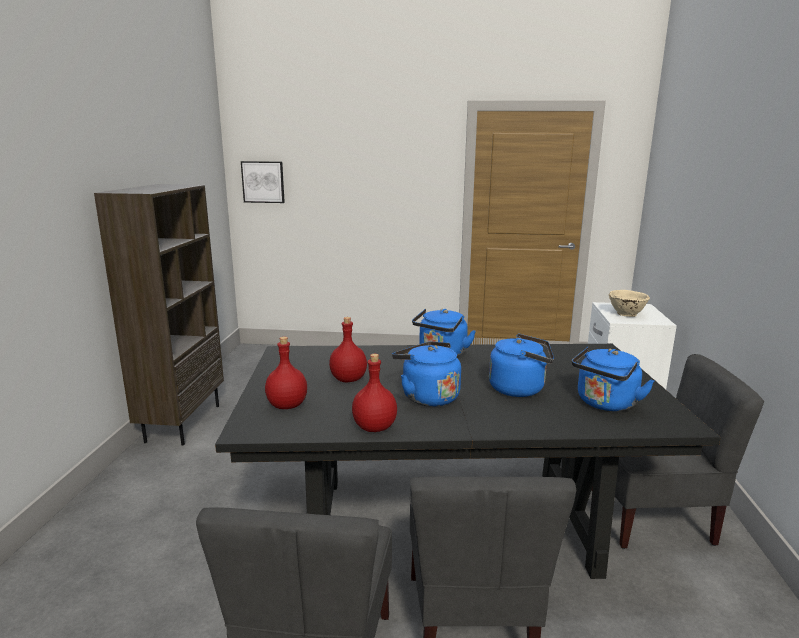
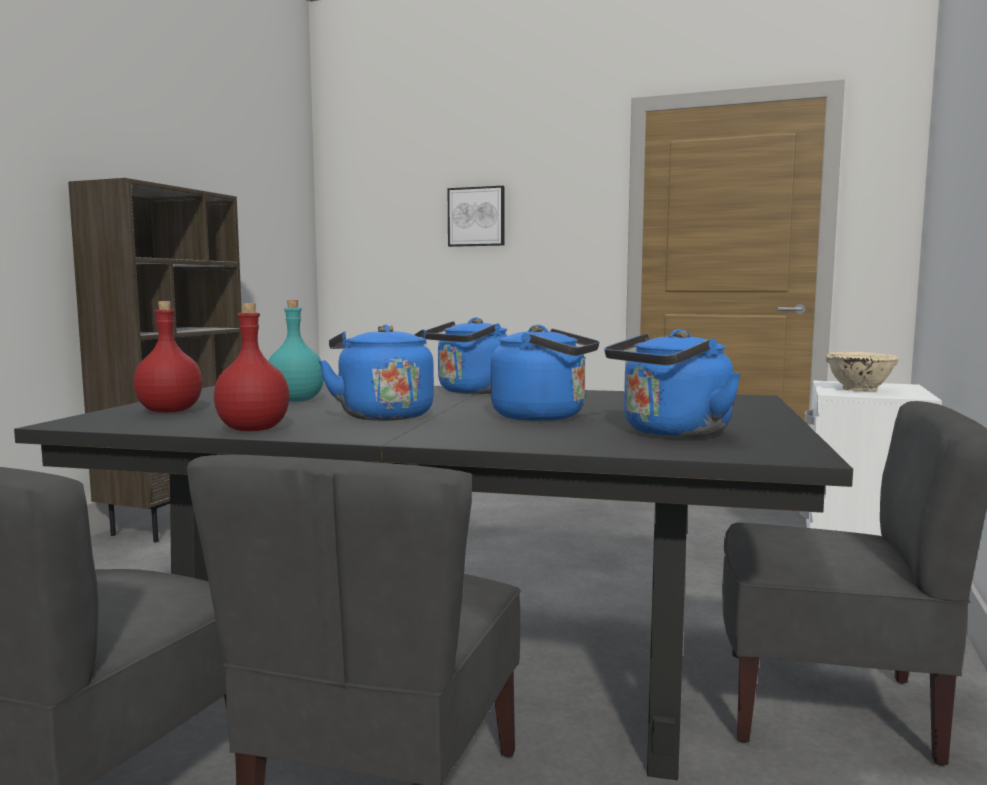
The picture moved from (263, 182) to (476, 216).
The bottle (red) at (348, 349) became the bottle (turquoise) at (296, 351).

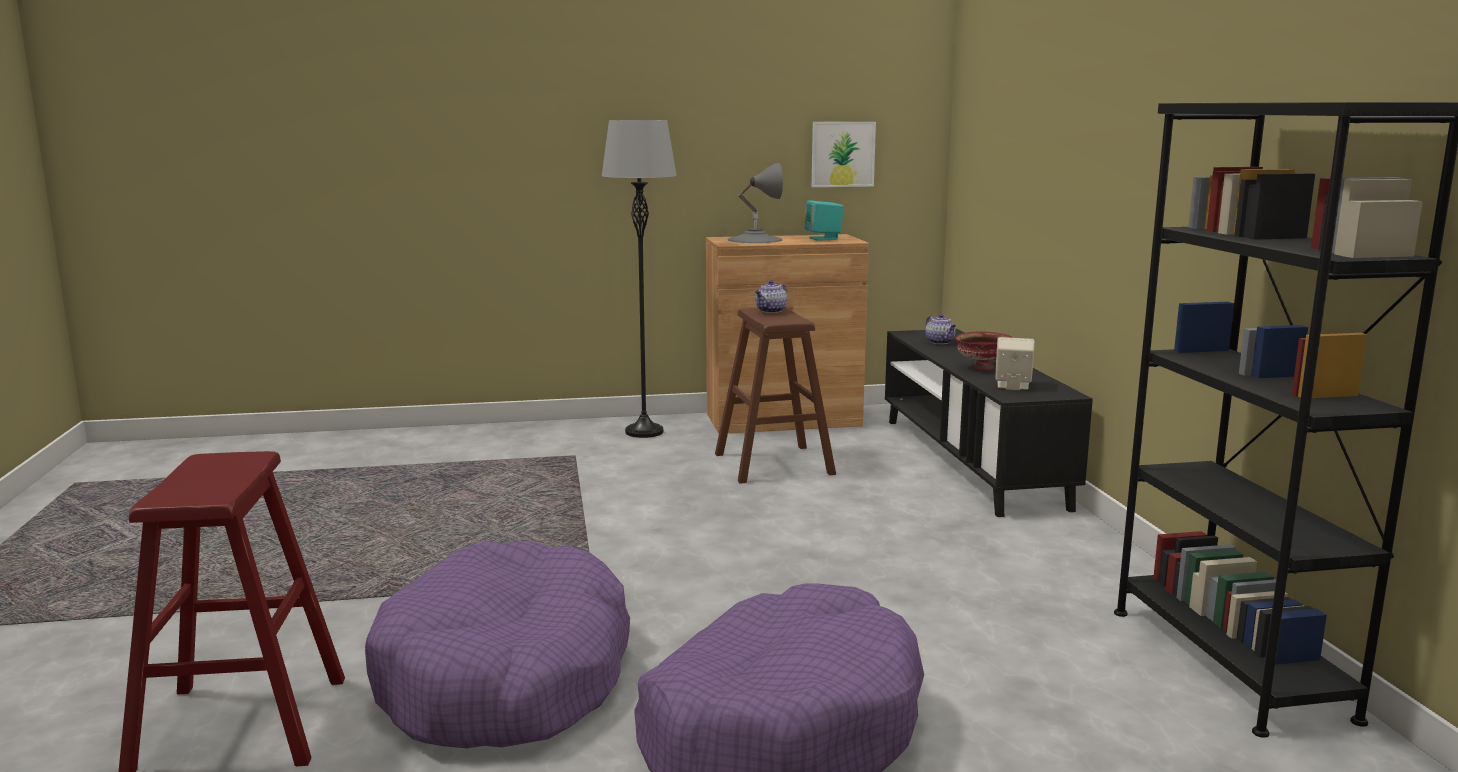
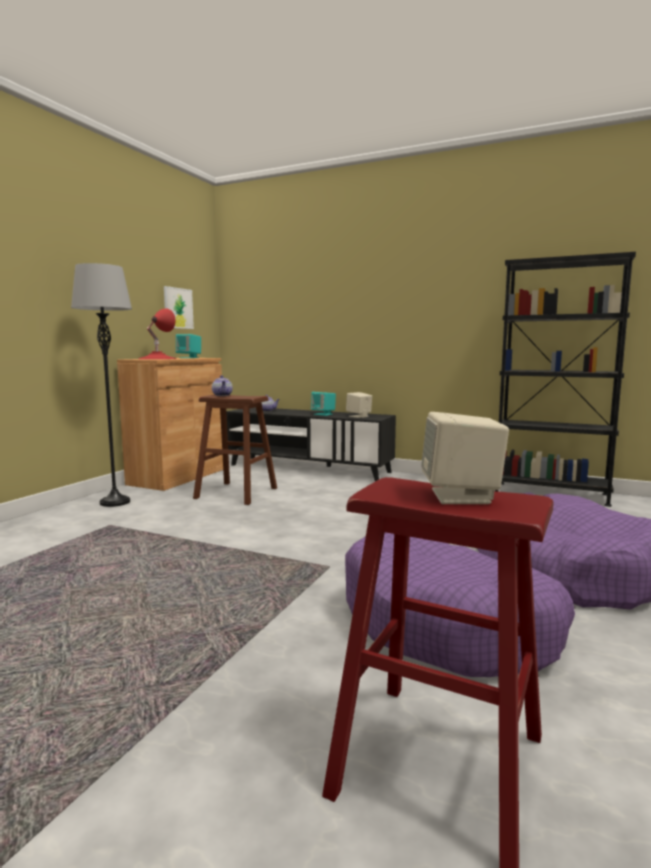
The table lamp (grey) at (755, 203) became the table lamp (red) at (157, 333).
The bowl (red) at (984, 350) was replaced by the speaker (turquoise) at (323, 404).
The speaker (beige) at (465, 458) appeared.

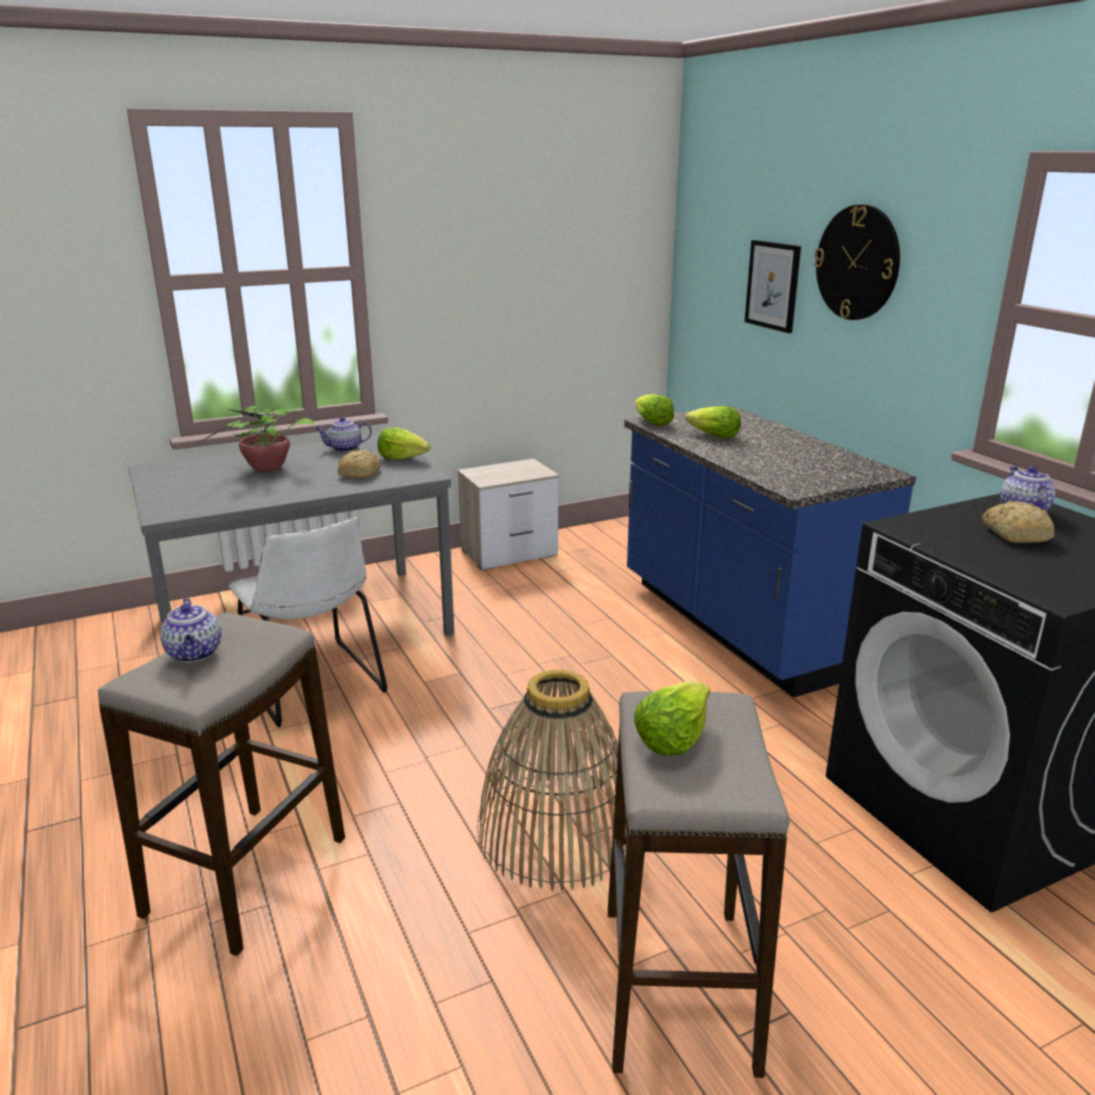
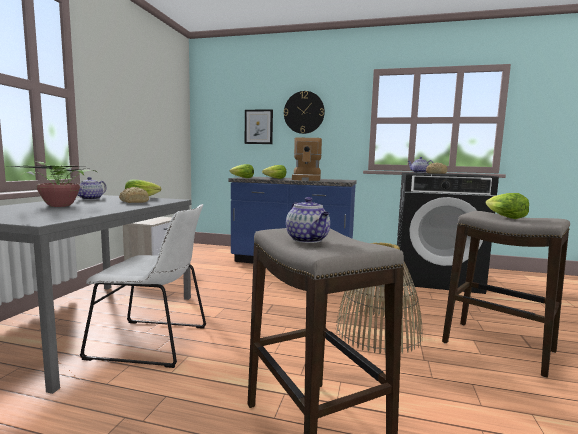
The teapot at (190, 630) turned 45 degrees clockwise.
The coffee machine at (307, 159) appeared.

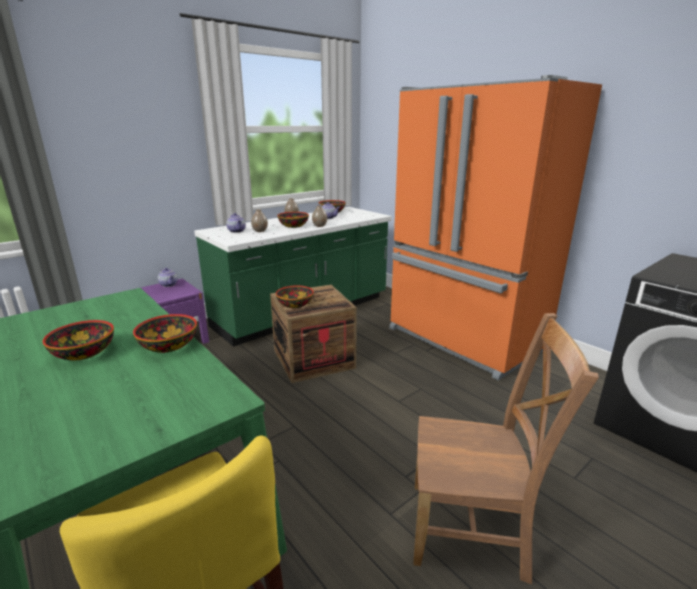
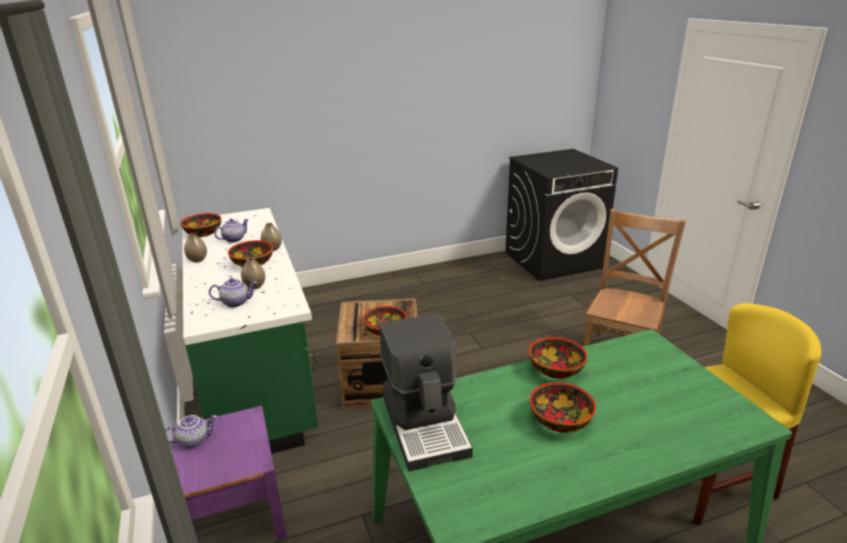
The fridge (orange) at (495, 227) disappeared.
The coffee machine at (426, 393) appeared.

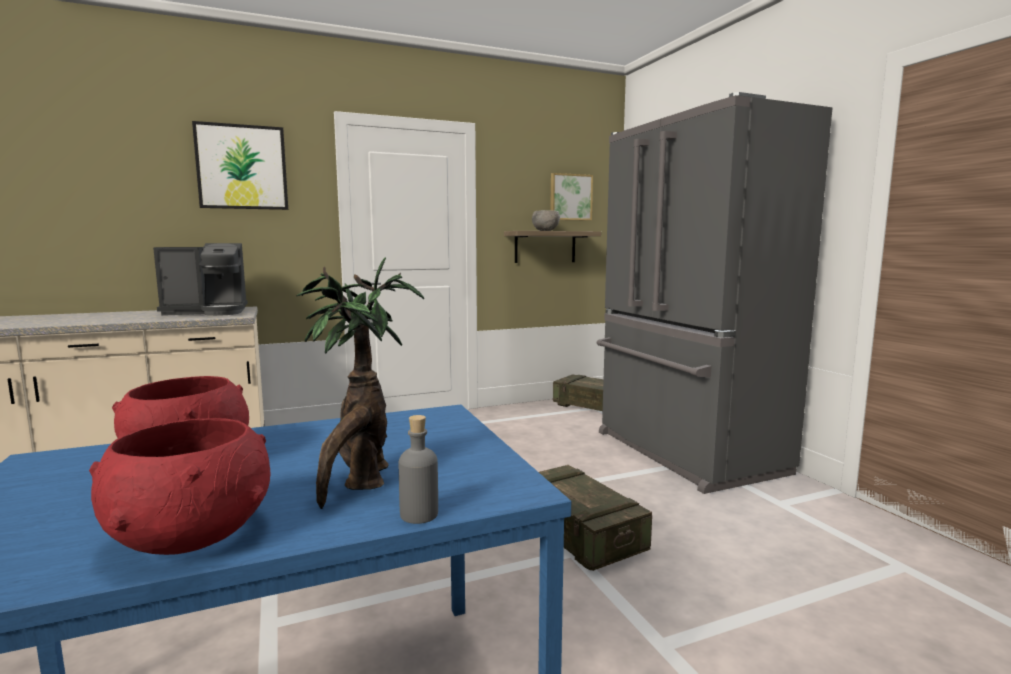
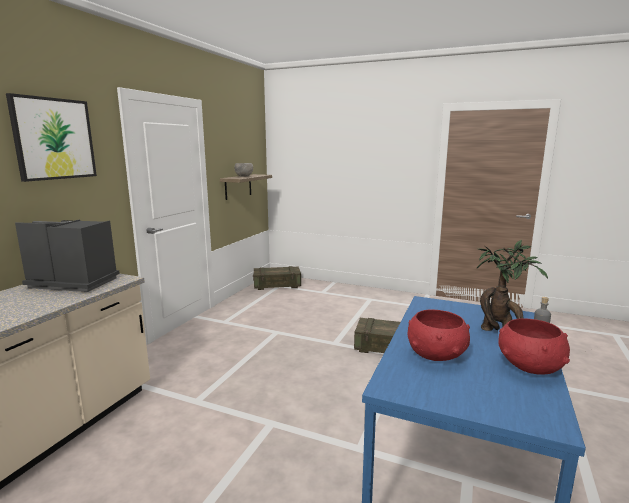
The coffee machine at (200, 279) turned 105 degrees counterclockwise.
The picture at (571, 197) disappeared.
The fridge (grey) at (715, 293) disappeared.

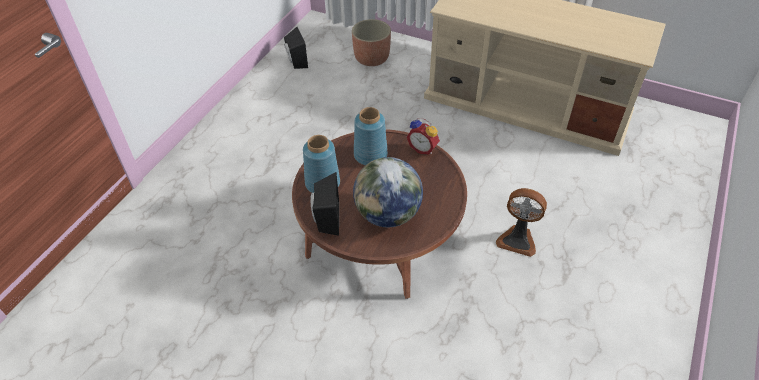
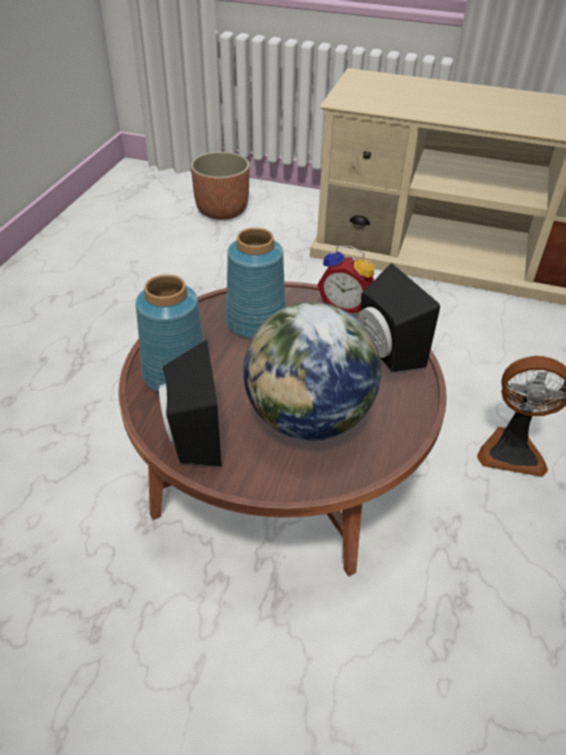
The speaker (black) moved from (296, 48) to (399, 317).

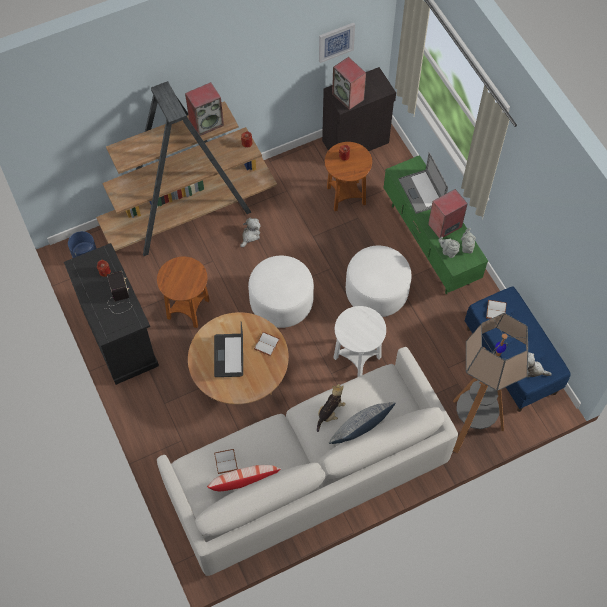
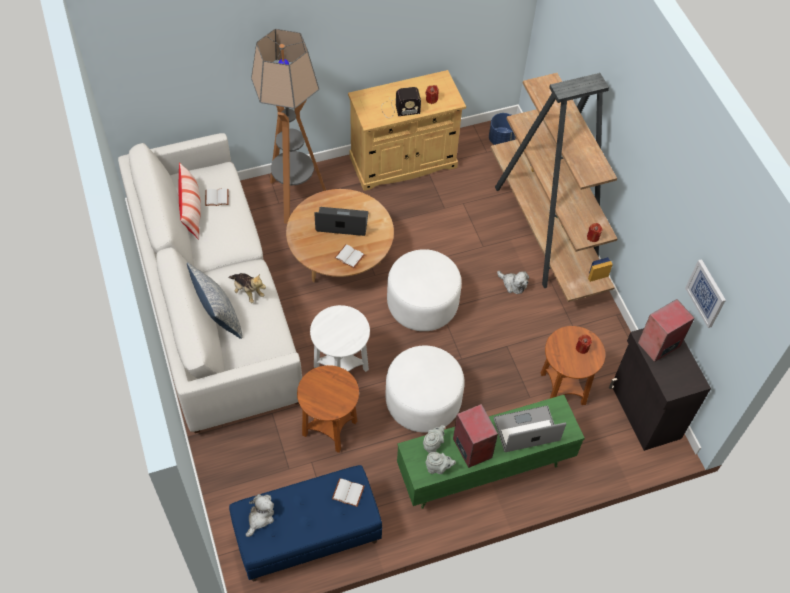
The cabinet (black) at (111, 314) became the cabinet (beige) at (407, 130).
The side table (brown) moved from (183, 292) to (328, 409).
The speaker at (204, 109) disappeared.
The floor lamp moved from (490, 383) to (288, 126).

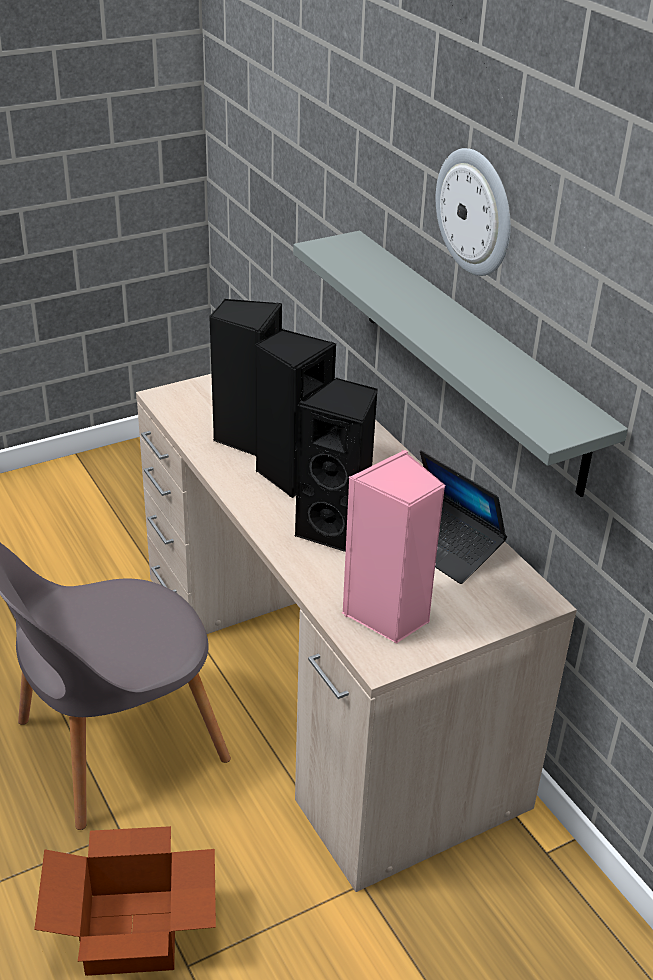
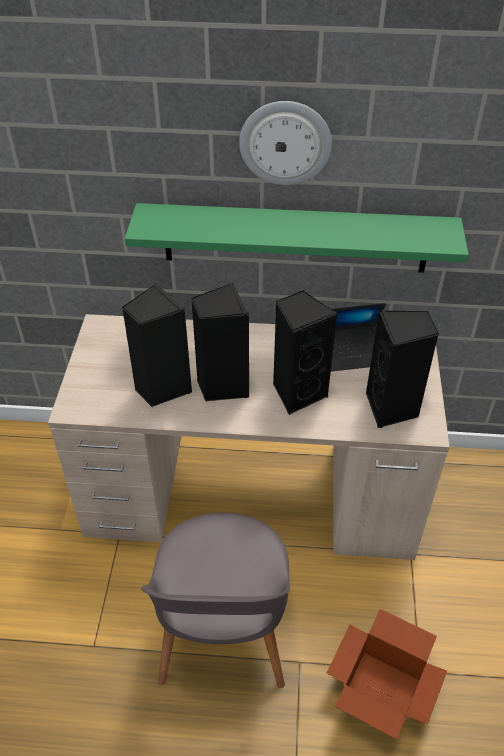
The shelf (grey) at (460, 364) became the shelf (green) at (297, 238).
The speaker (pink) at (394, 546) became the speaker (black) at (402, 369).

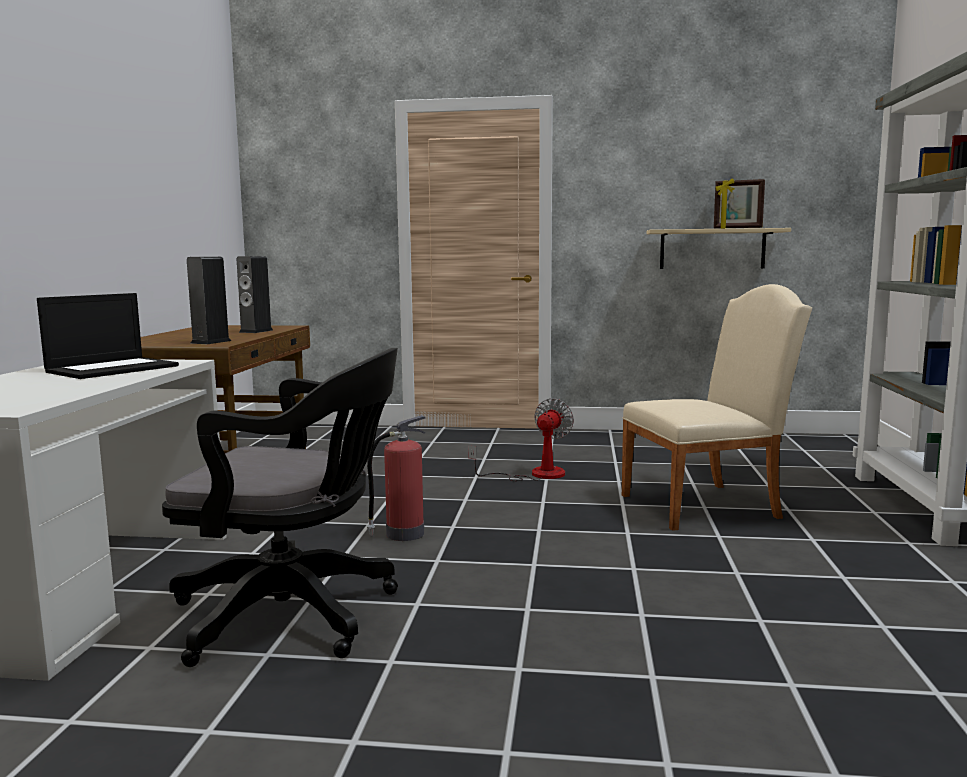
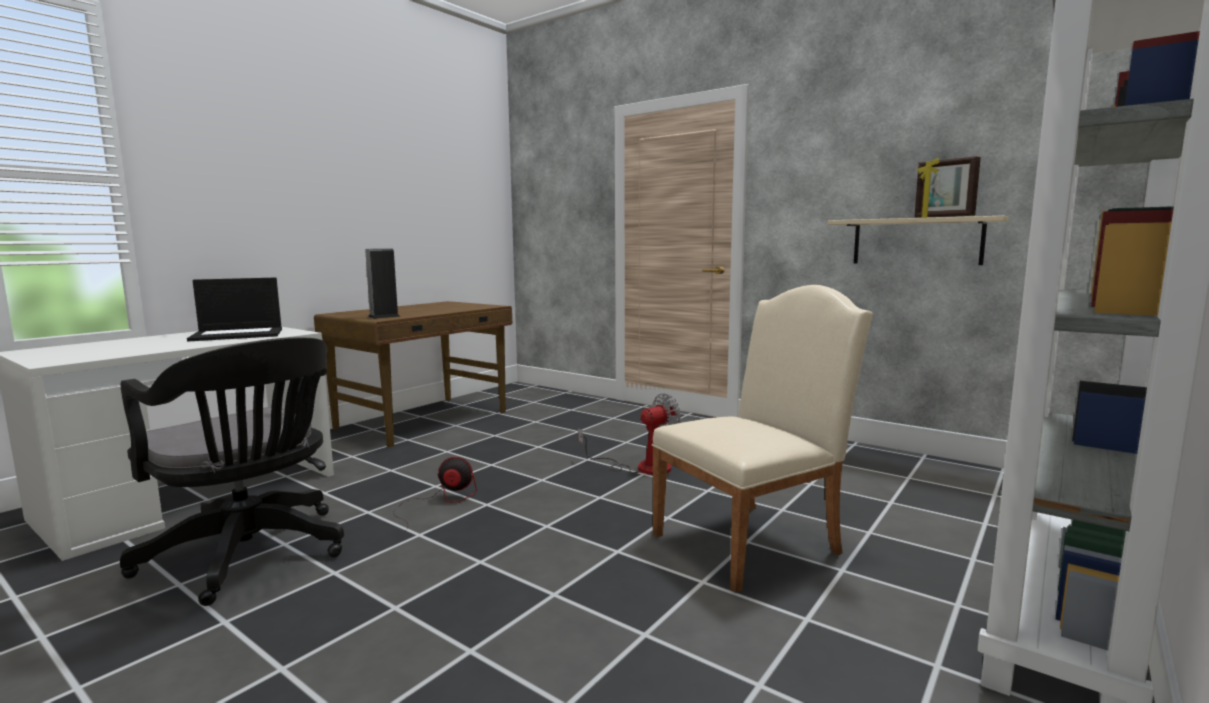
The speaker at (255, 294) disappeared.
The fire extinguisher at (396, 478) was replaced by the fan at (435, 494).
The chair (beige) at (717, 407) turned 45 degrees counterclockwise.

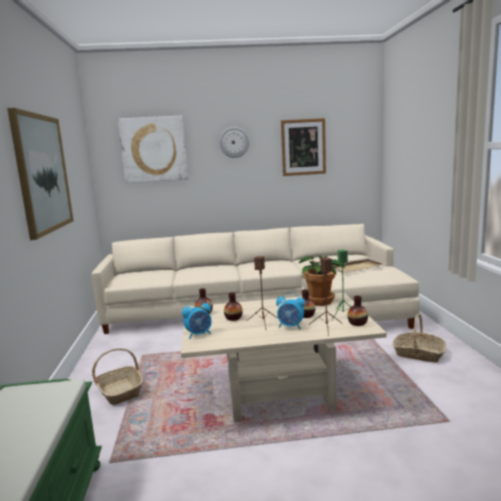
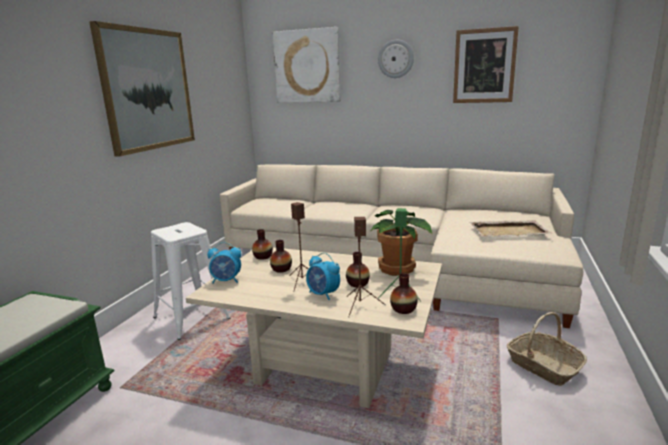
The basket at (117, 376) was replaced by the stool (white) at (190, 281).

